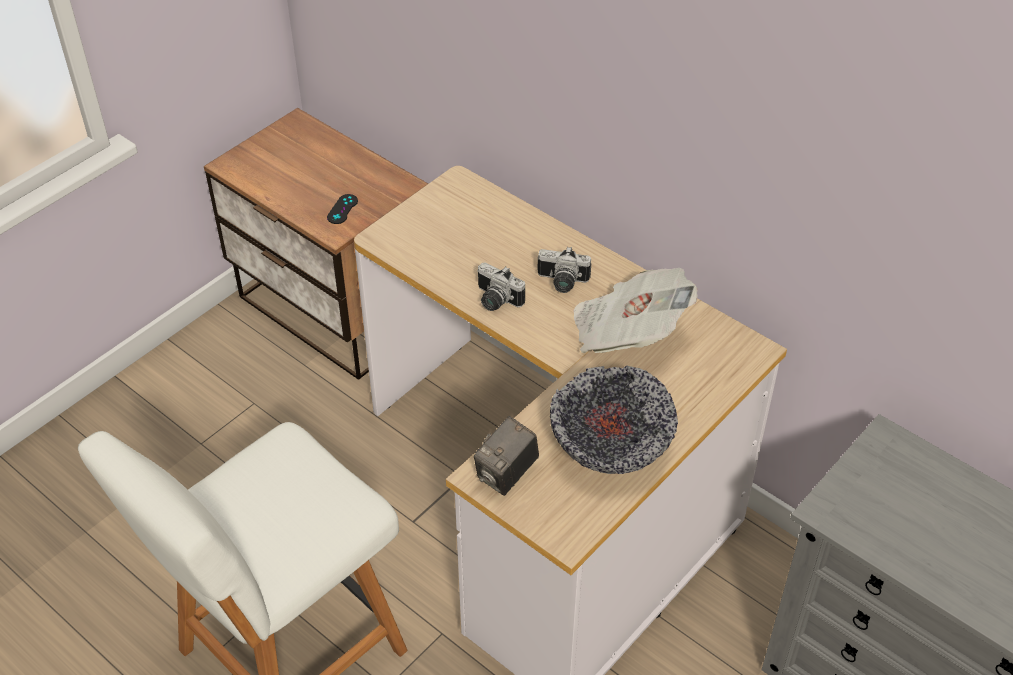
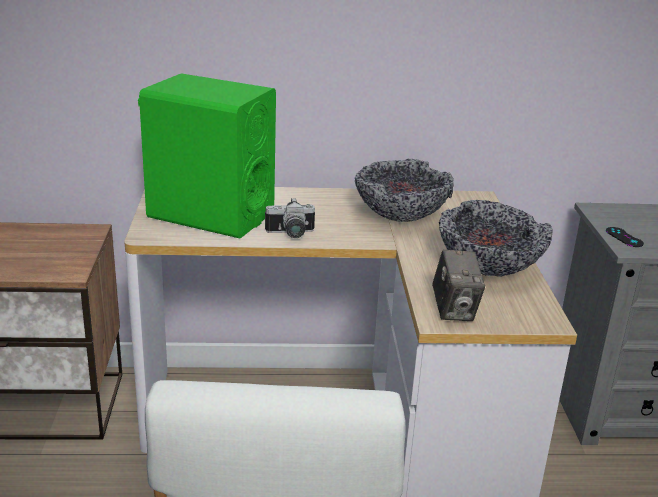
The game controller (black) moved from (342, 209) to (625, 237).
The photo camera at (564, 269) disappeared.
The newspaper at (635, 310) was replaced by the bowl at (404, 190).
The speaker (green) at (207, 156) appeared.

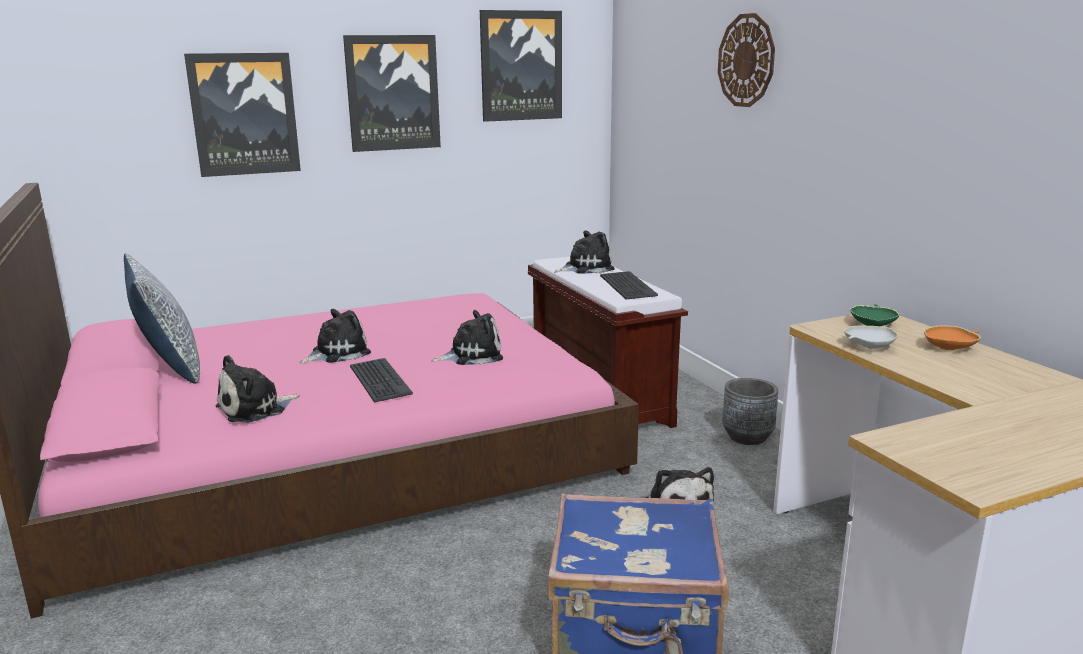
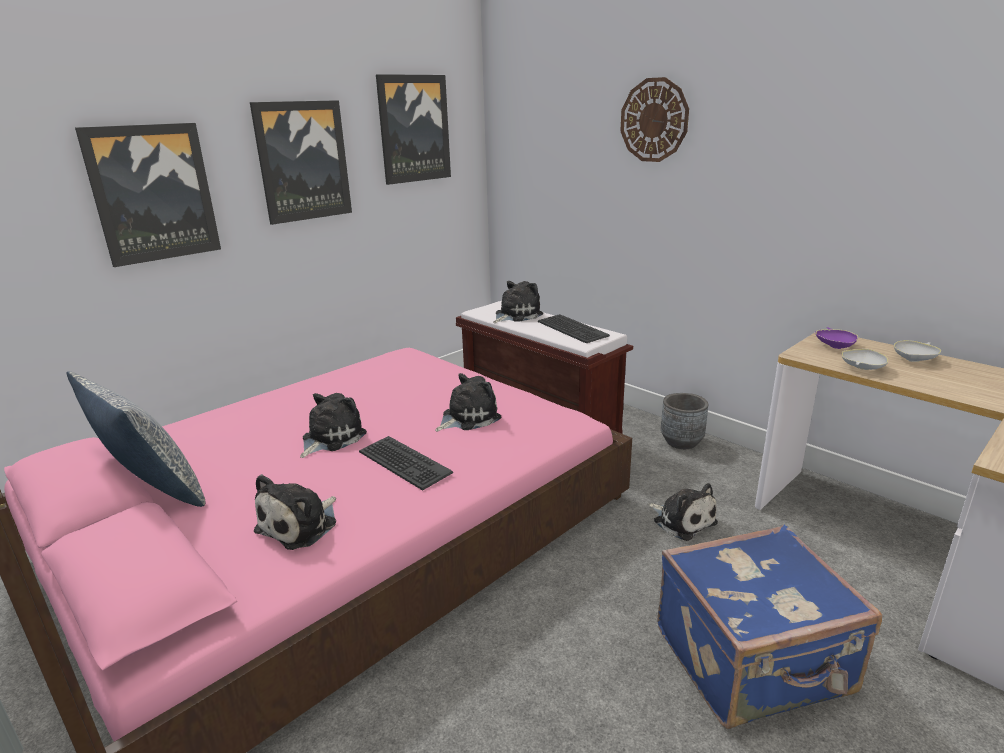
The bowl (green) at (875, 315) became the bowl (purple) at (837, 338).
The bowl (orange) at (952, 337) became the bowl (white) at (917, 351).

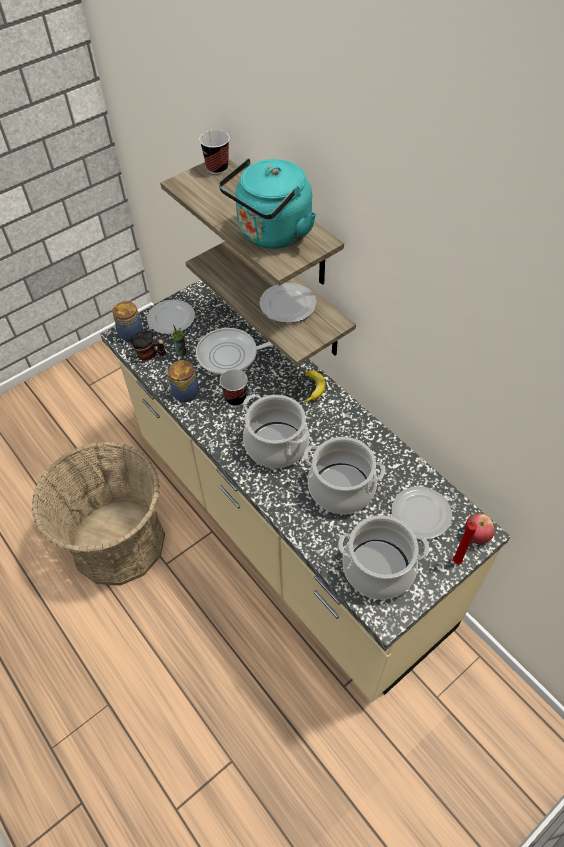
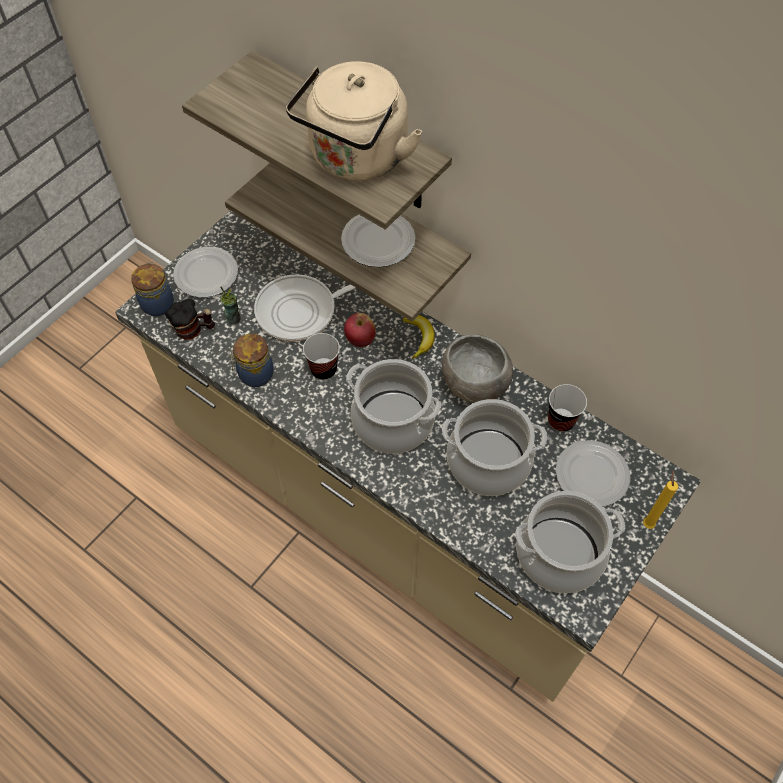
The basket at (98, 514) disappeared.
The cup moved from (214, 152) to (567, 408).
The kettle (turquoise) at (267, 203) became the kettle (beige) at (354, 121).
The candle (red) at (465, 538) became the candle (yellow) at (660, 499).
The apple moved from (479, 529) to (360, 330).
The bowl (grey) at (477, 368) appeared.

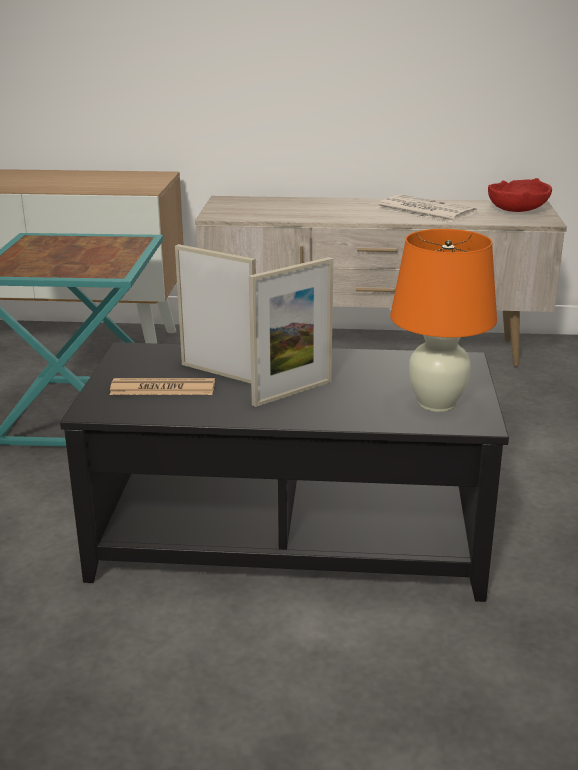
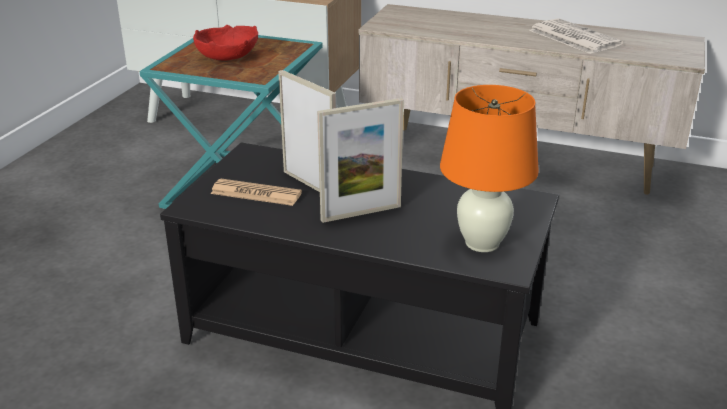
The bowl (red) moved from (520, 195) to (225, 42).

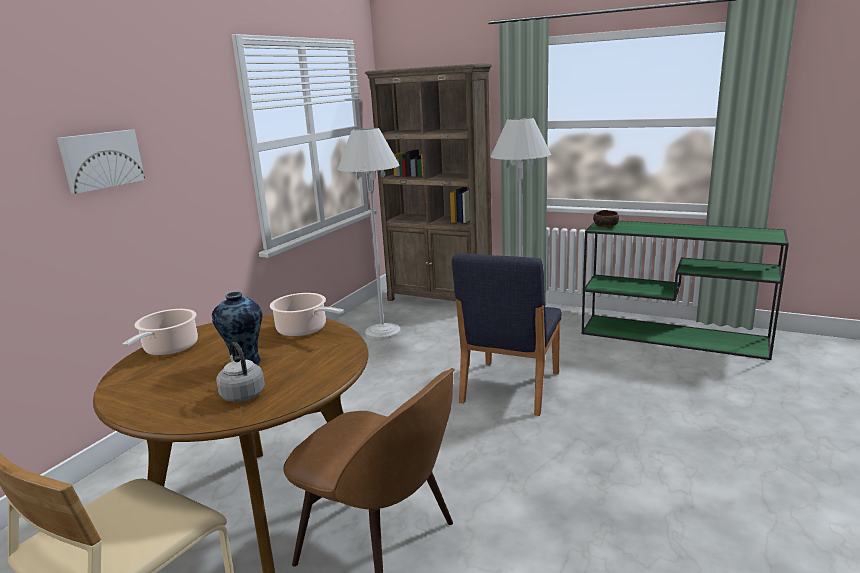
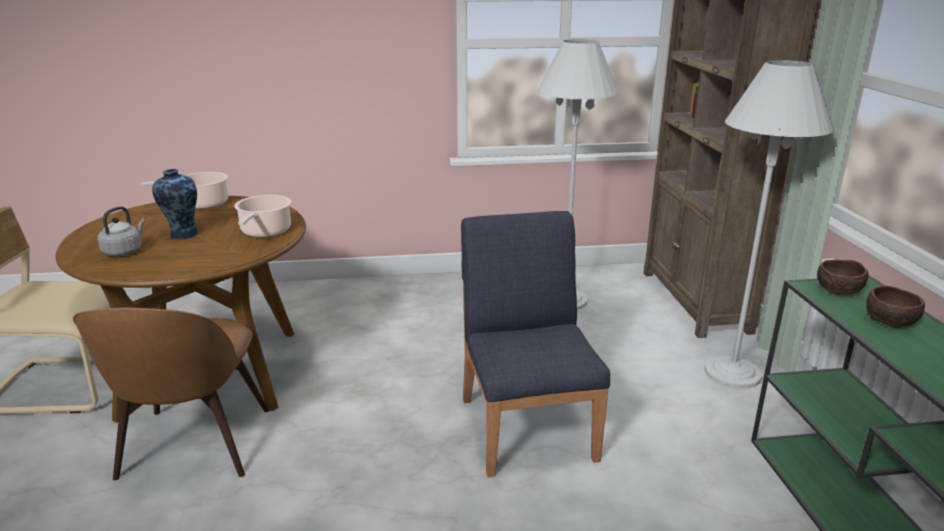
The picture at (101, 162) disappeared.
The chair (blue) at (507, 334) turned 90 degrees clockwise.
The bowl (brown) at (895, 307) appeared.

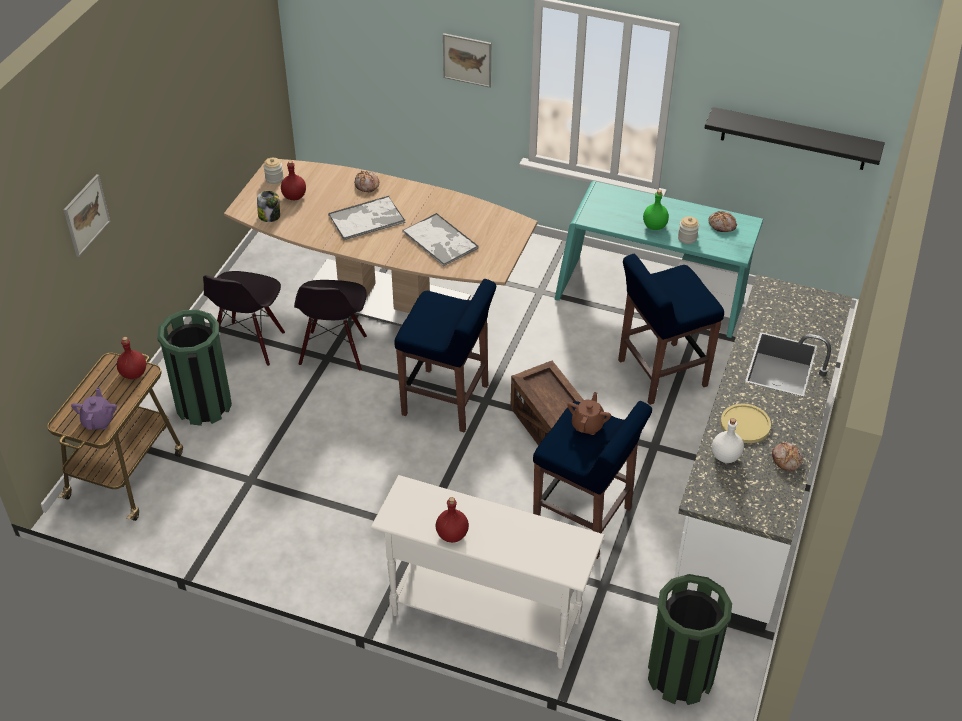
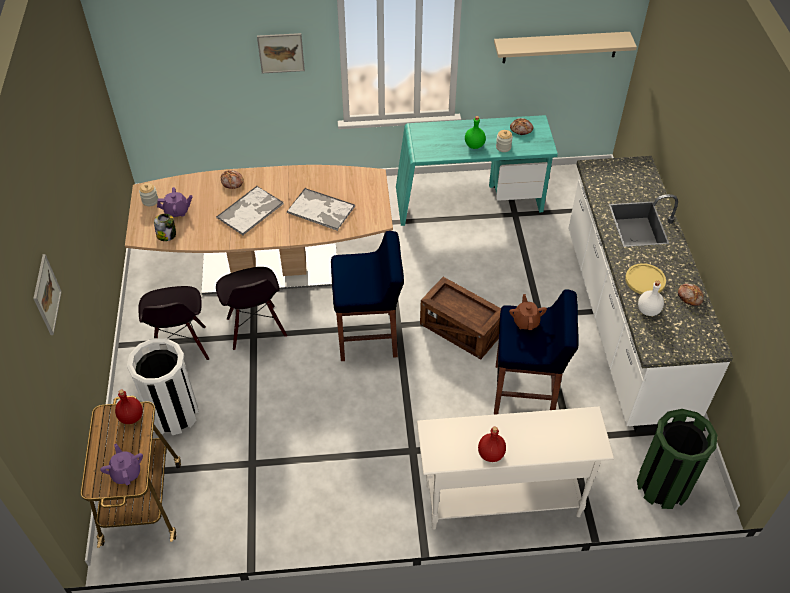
The trash can (green) at (194, 367) became the trash can (white) at (163, 386).
The bottle (red) at (293, 180) was replaced by the teapot (purple) at (174, 202).
The stool (blue) at (671, 329) disappeared.
The shelf (black) at (794, 138) became the shelf (beige) at (565, 47).

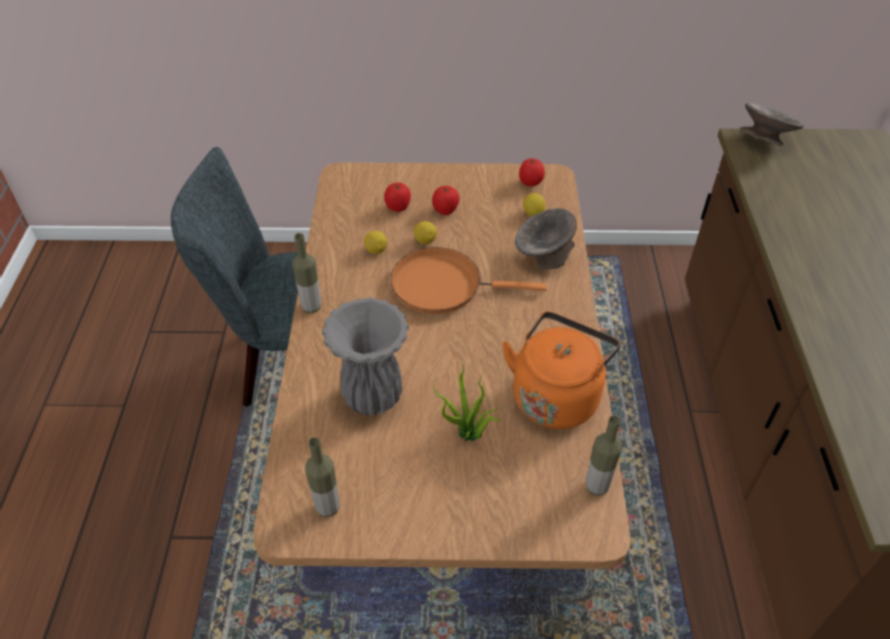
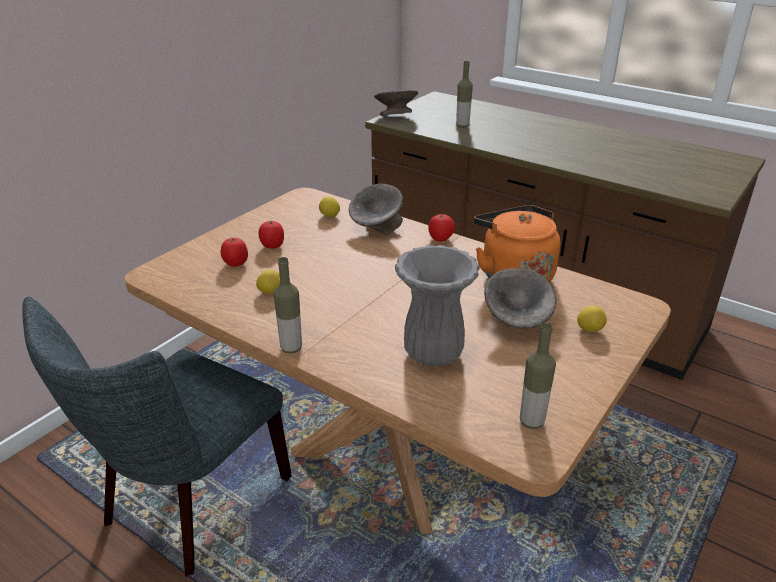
The frying pan (orange) at (469, 280) disappeared.
The lemon moved from (425, 232) to (592, 319).
The potted plant at (466, 402) was replaced by the bowl (grey) at (520, 298).
The tomato moved from (532, 172) to (441, 228).
The bottle moved from (604, 456) to (464, 94).

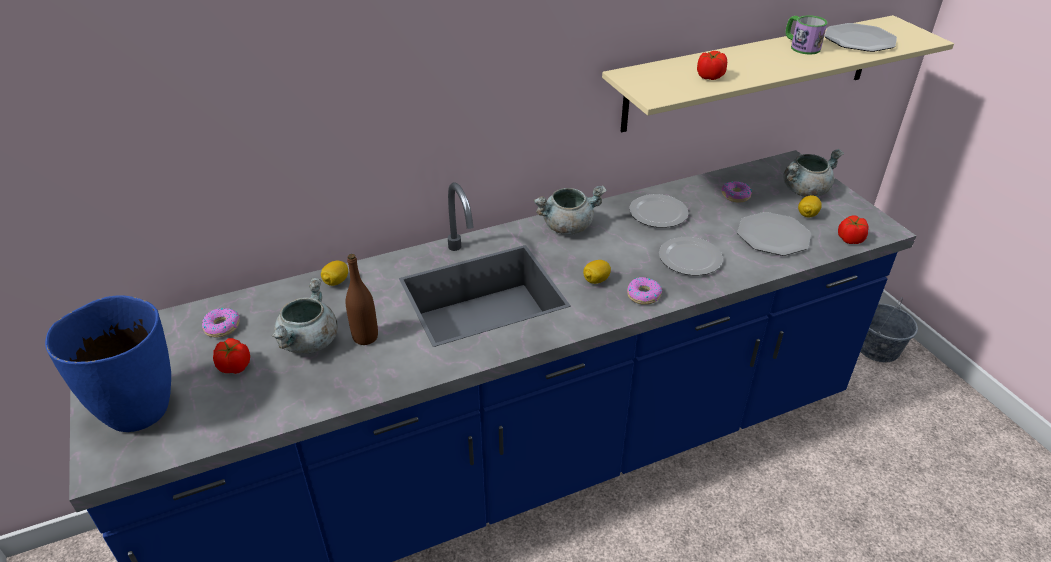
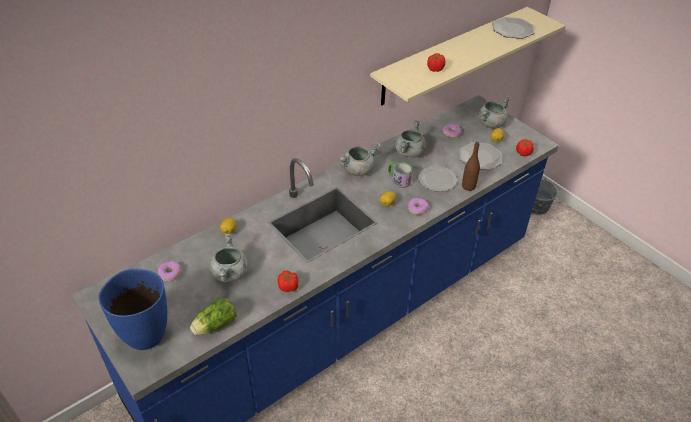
The tomato moved from (231, 356) to (288, 281).
The bottle (brown) moved from (362, 299) to (471, 166).
The plate at (659, 211) was replaced by the cooking pot (grey) at (410, 139).
The mug moved from (806, 35) to (400, 175).
The lettuce at (213, 316) appeared.

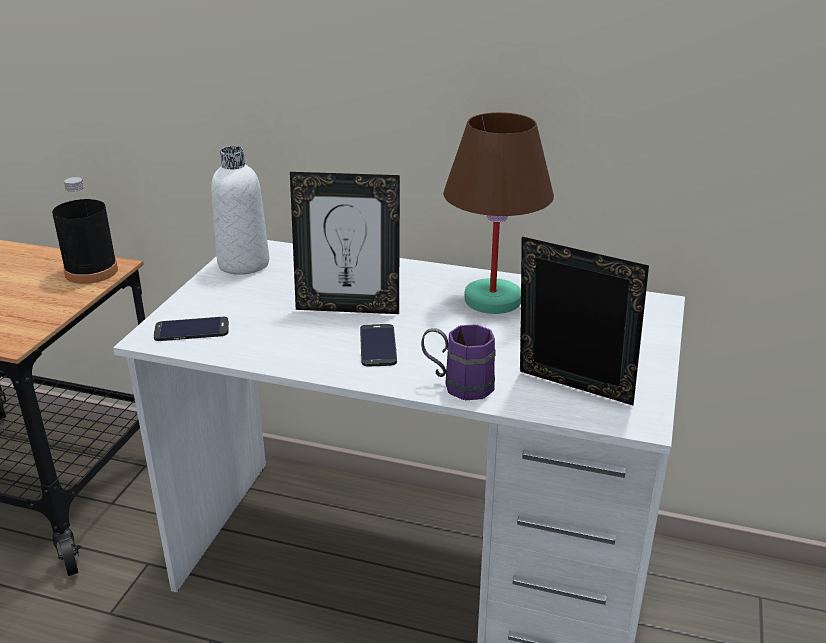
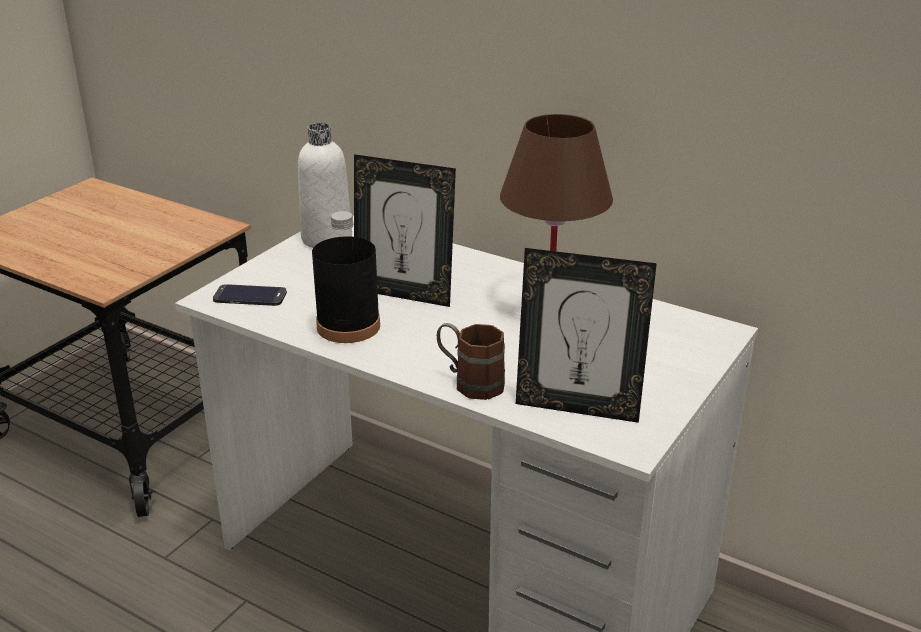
The bottle (black) moved from (85, 230) to (346, 277).
The phone at (378, 345) disappeared.
The mug (purple) at (458, 362) became the mug (brown) at (471, 361).
The picture frame at (584, 321) turned 150 degrees clockwise.

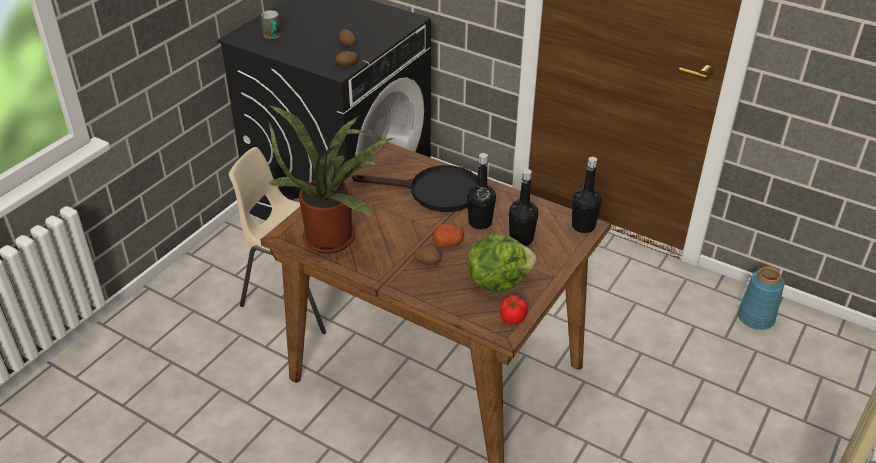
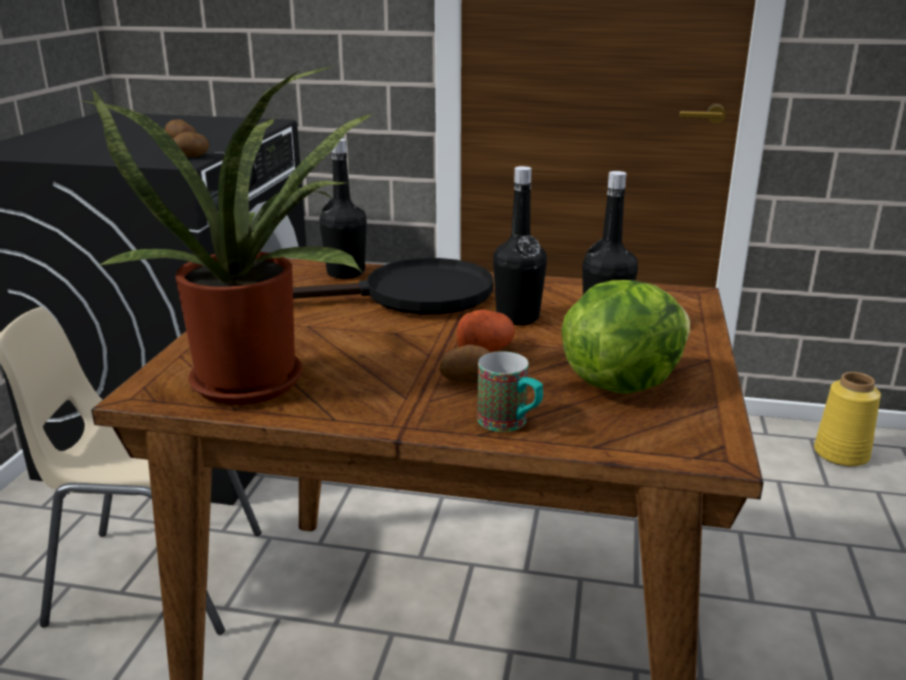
The mug moved from (271, 24) to (510, 391).
The tomato at (514, 309) disappeared.
The bottle (black) moved from (587, 195) to (343, 209).
The vase (blue) at (761, 298) became the vase (yellow) at (847, 419).

